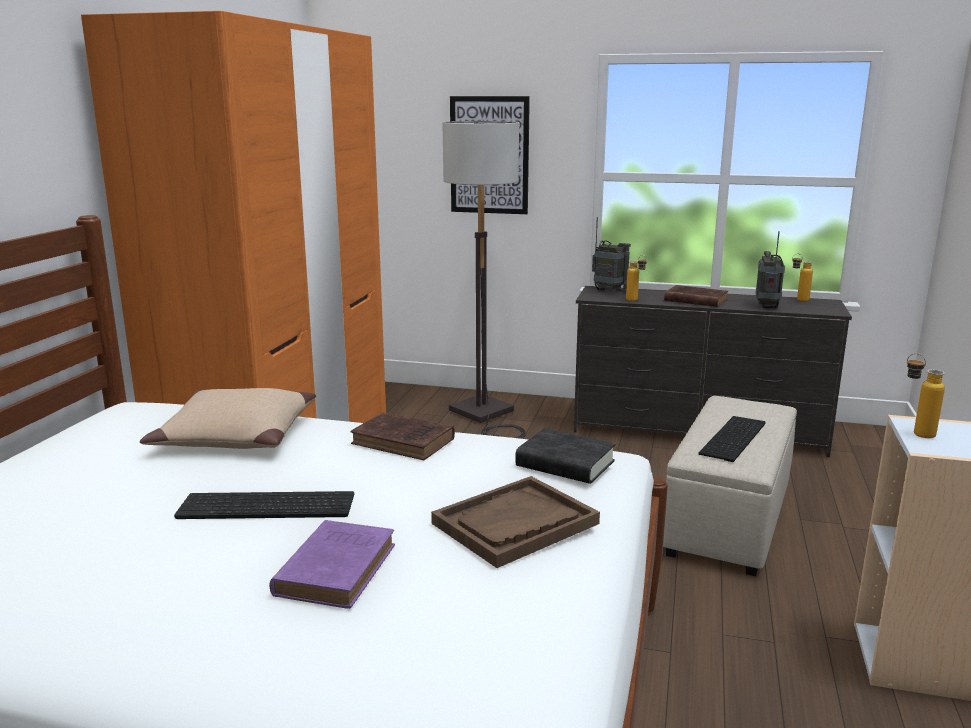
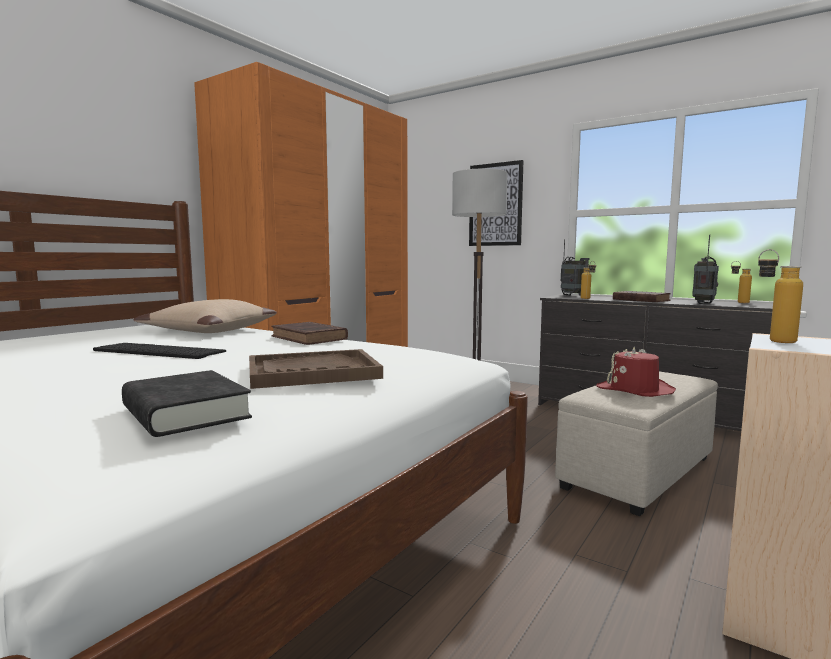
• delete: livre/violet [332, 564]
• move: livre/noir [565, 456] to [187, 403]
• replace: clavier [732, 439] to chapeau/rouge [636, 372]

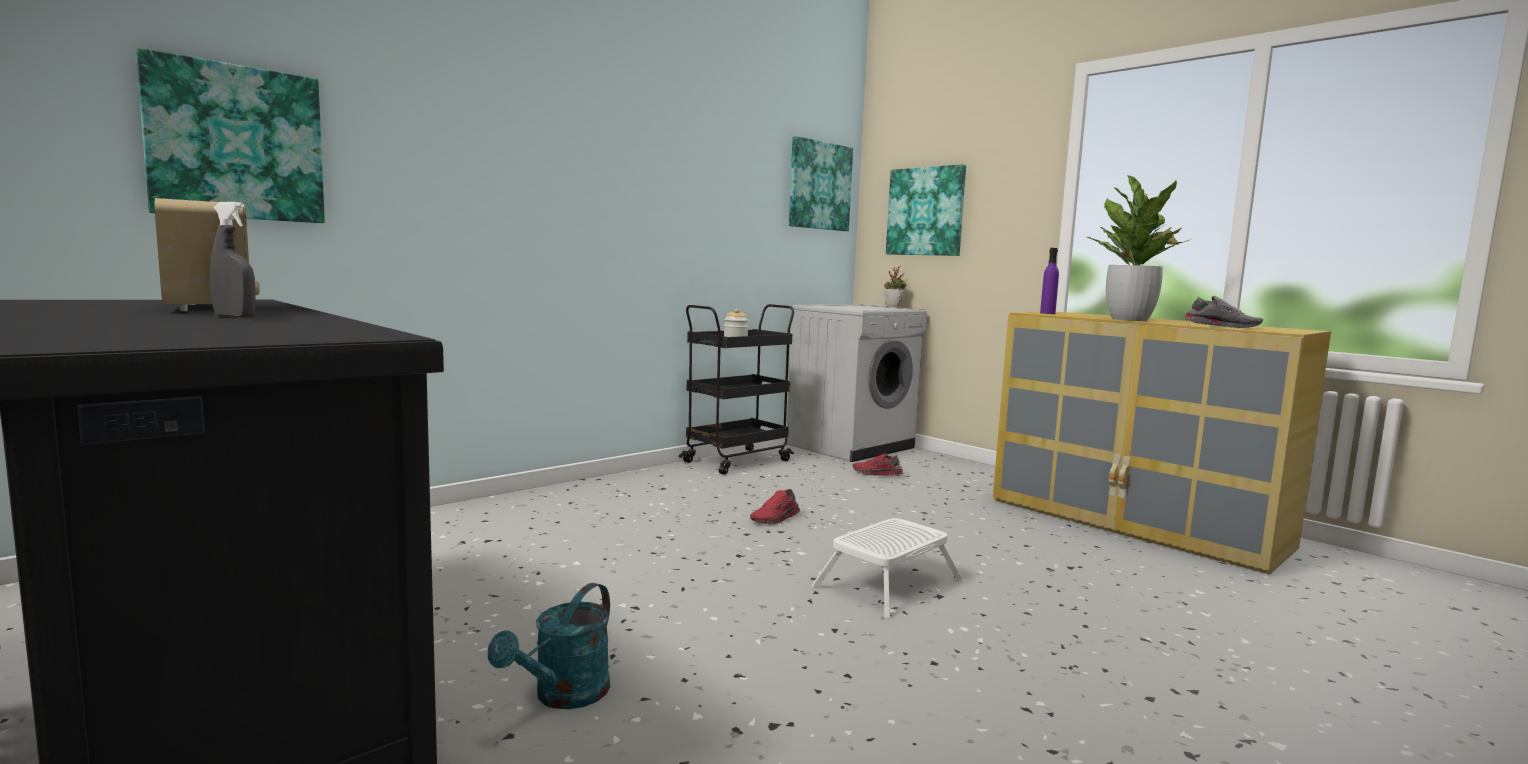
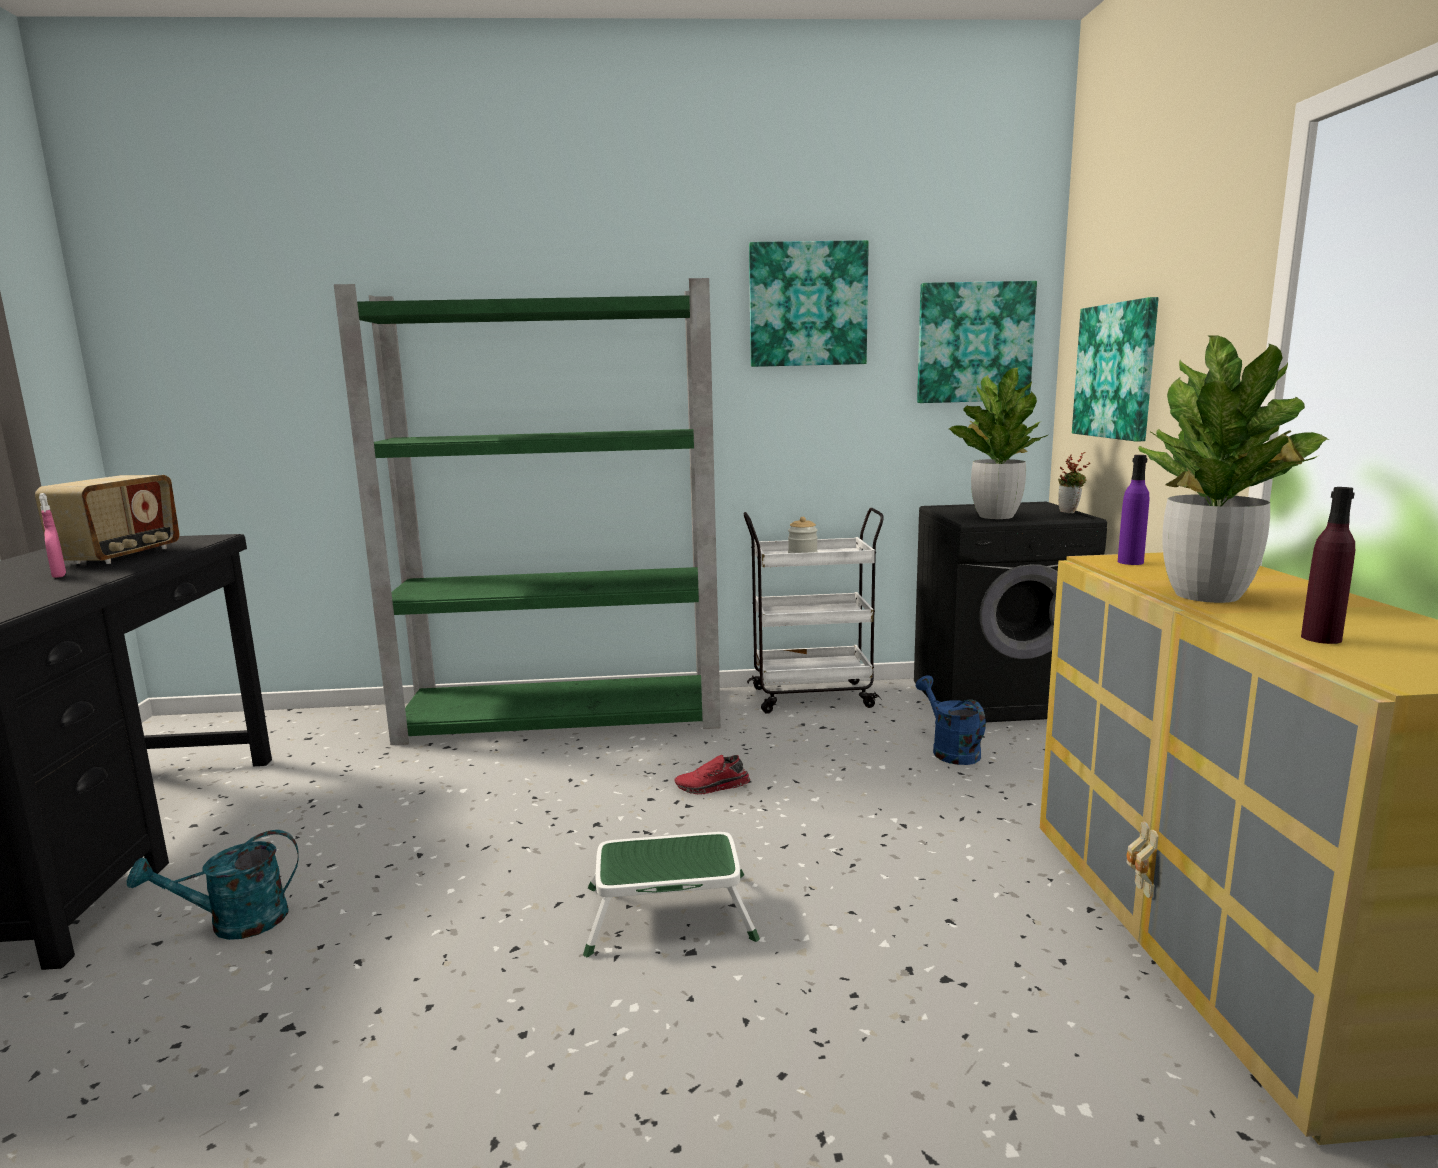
• move: tableau [230, 135] to [809, 303]
• recolor: vaporisateur/gris [233, 259] to vaporisateur/rose [52, 535]
• recolor: chariot/noir [736, 389] to chariot/blanc [814, 611]
• recolor: lave-linge/blanc [857, 383] to lave-linge/noir [1010, 612]
• recolor: escabeau/blanc [887, 568] to escabeau/vert [671, 894]
• replace: chaussure/rouge [878, 464] to arrosoir/bleu [951, 720]
• replace: chaussure/gris [1223, 312] to bouteille/violet [1328, 565]
• insert: bibliothèque/vert [527, 511]
• insert: plante en pot [998, 443]

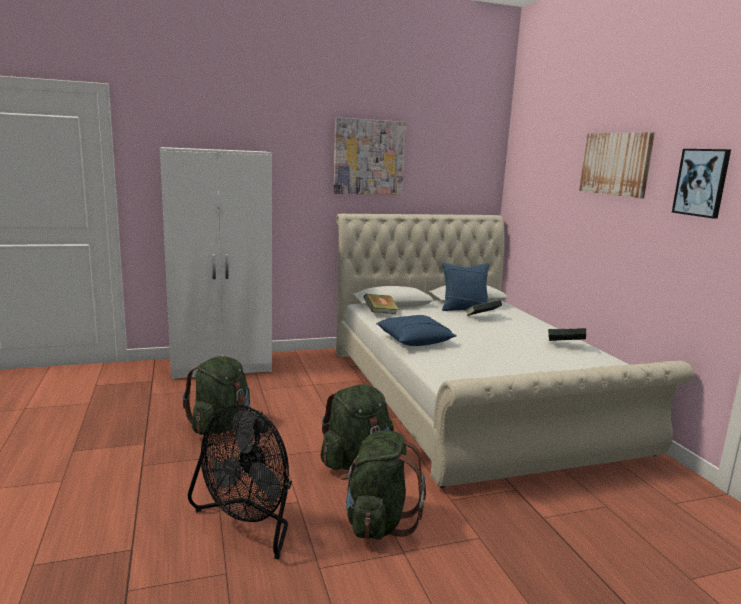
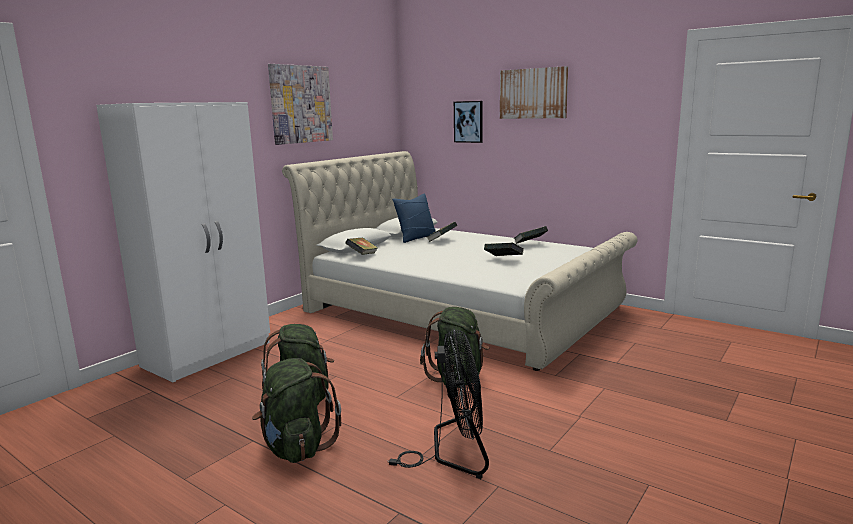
• rotate: ventilateur/noir [240, 482] = [438, 404] 90 degrees counterclockwise
• move: sac à dos/vert [383, 485] to [296, 410]
• delete: coussin/bleu [416, 330]
• move: tableau [701, 184] to [468, 122]
• insert: livre [504, 249]

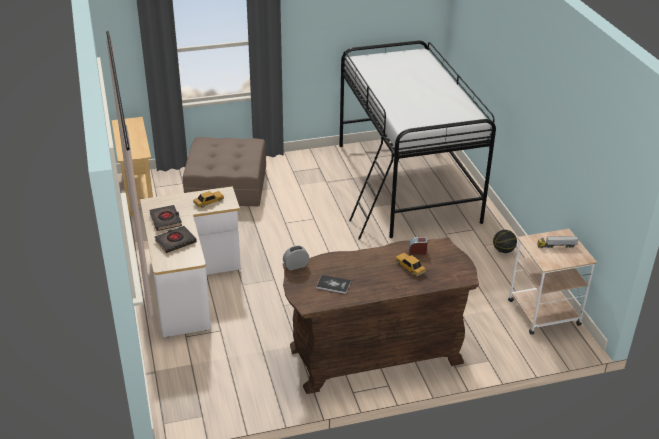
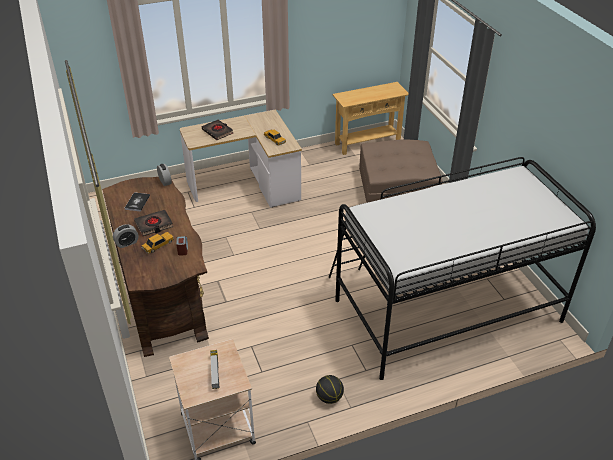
• move: livre/noir [166, 218] to [153, 223]
• insert: réveil [126, 236]

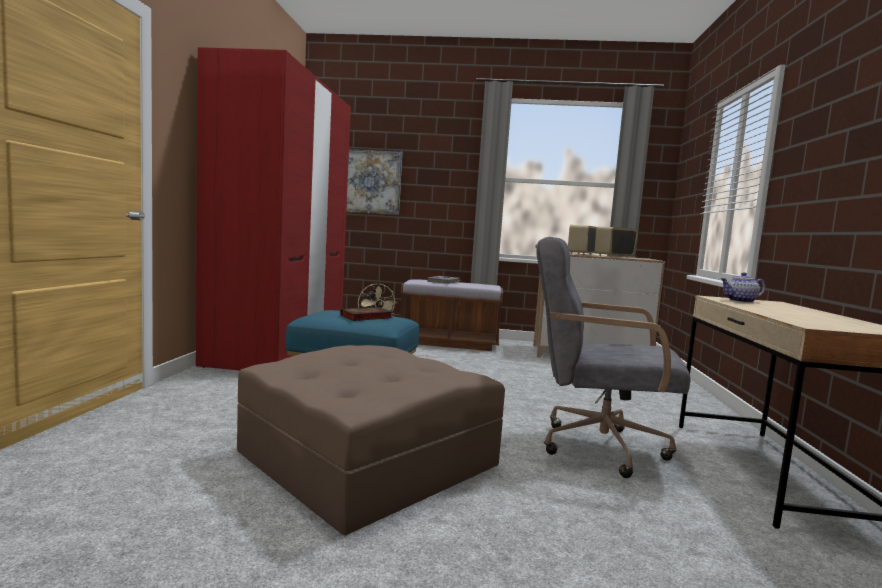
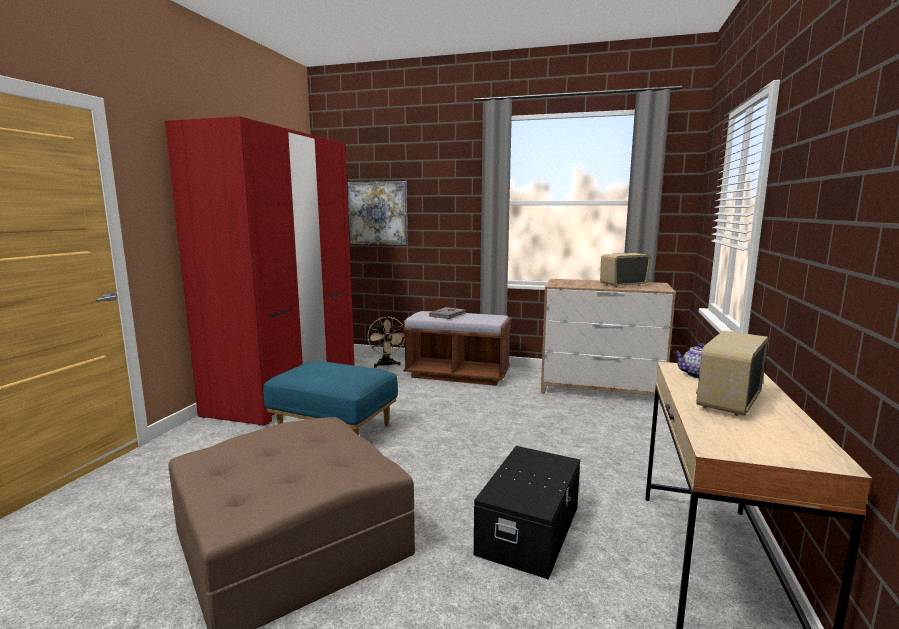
• delete: livre [366, 314]
• replace: chaise de bureau/gris [612, 357] to boîte de rangement/noir [527, 513]
• move: radio [582, 240] to [732, 373]

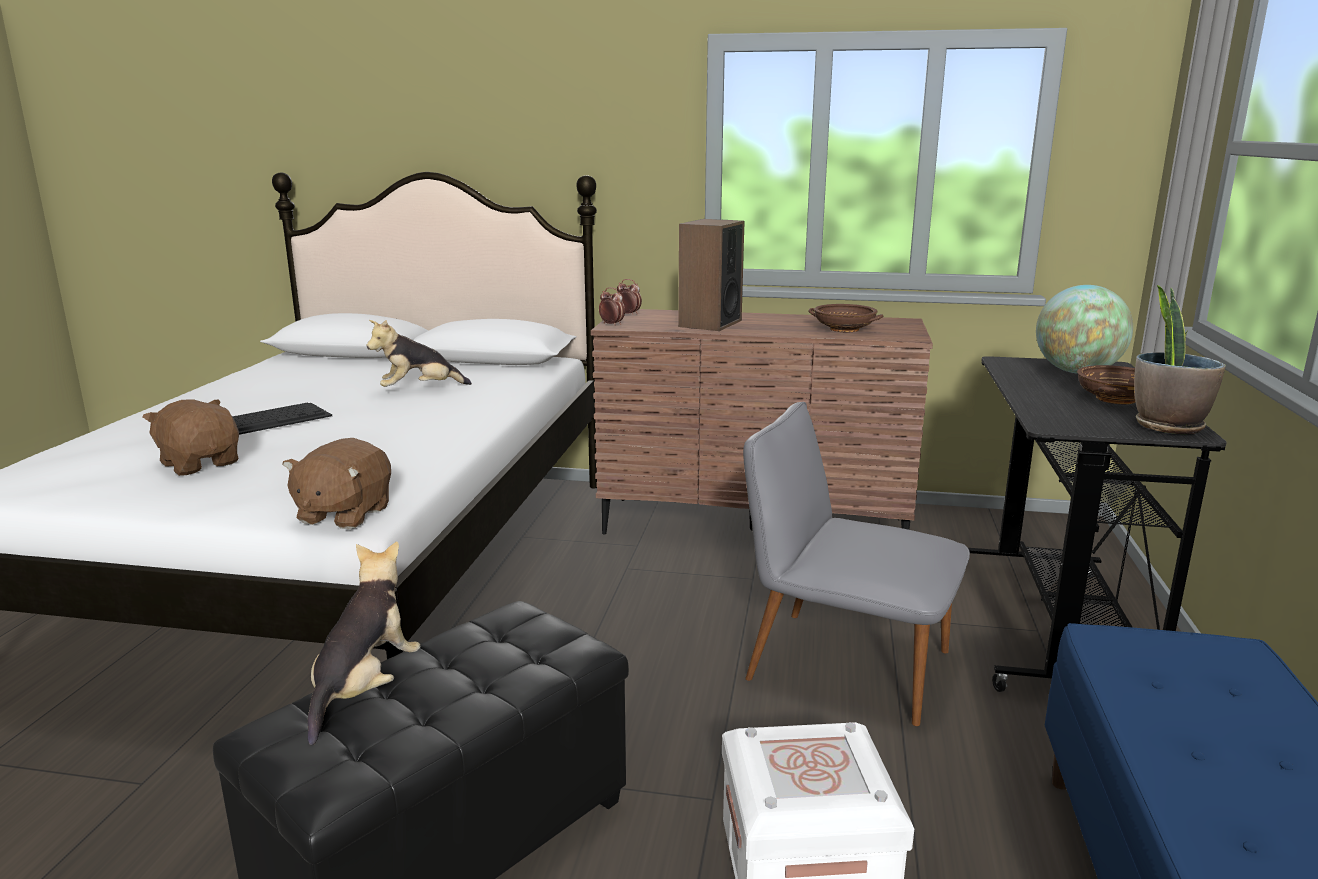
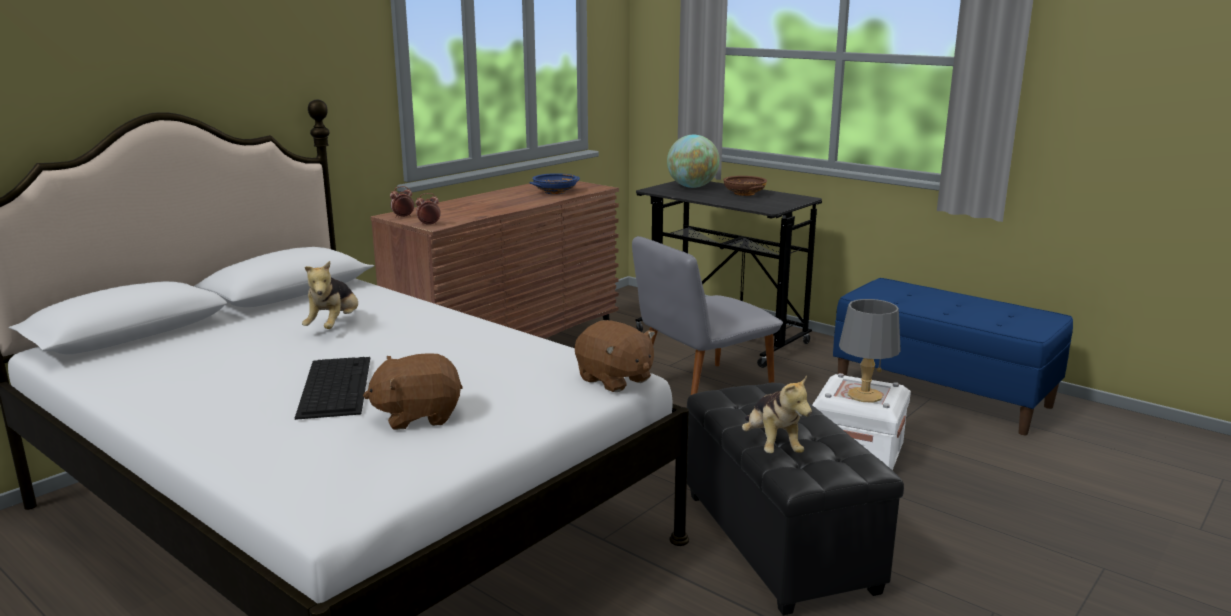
• rotate: peluche [364, 643] = [777, 414] 150 degrees counterclockwise
• delete: enceinte [711, 275]
• recolor: bol/marron [846, 318] to bol/bleu [555, 183]
• delete: plante en pot [1180, 359]
• insert: lampe de table/gris [870, 350]

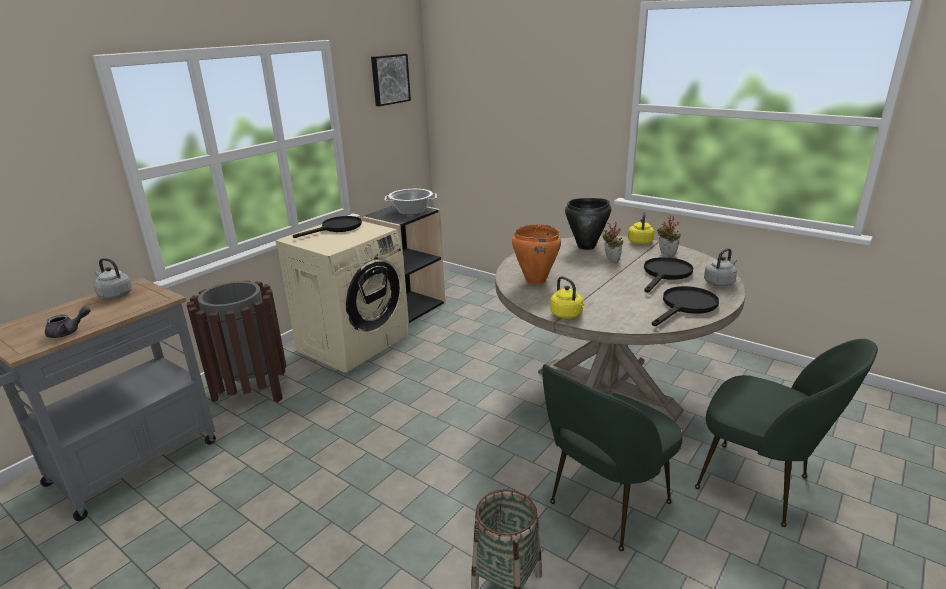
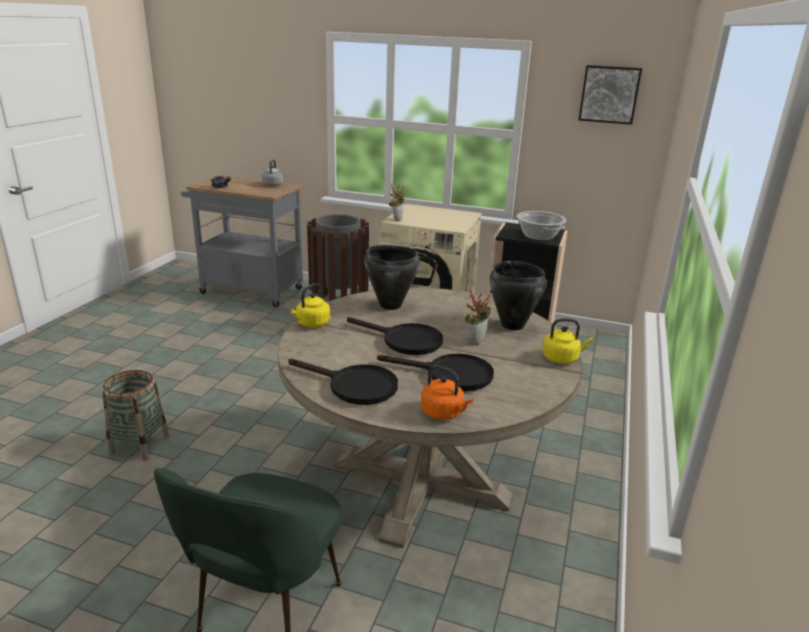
• move: poêle/noir [327, 227] to [395, 336]
• recolor: marmite/orange [536, 254] to marmite/noir [392, 277]
• delete: chaise/vert [612, 457]
• move: plante en pot [669, 235] to [397, 202]
• recolor: bouilloire/gris [720, 267] to bouilloire/orange [447, 392]

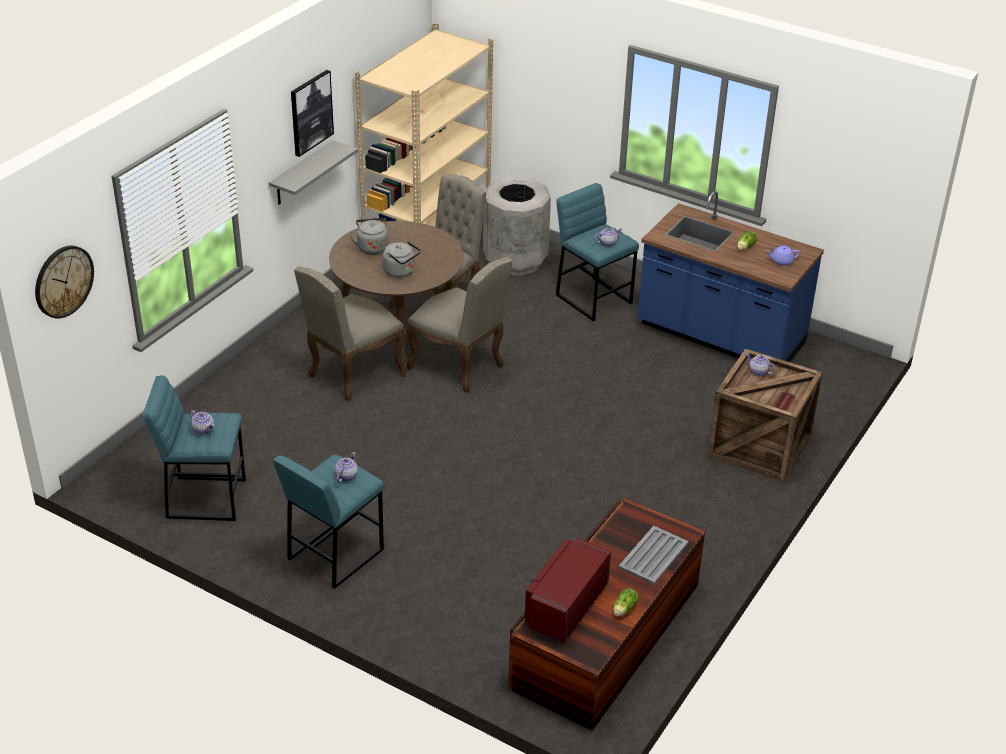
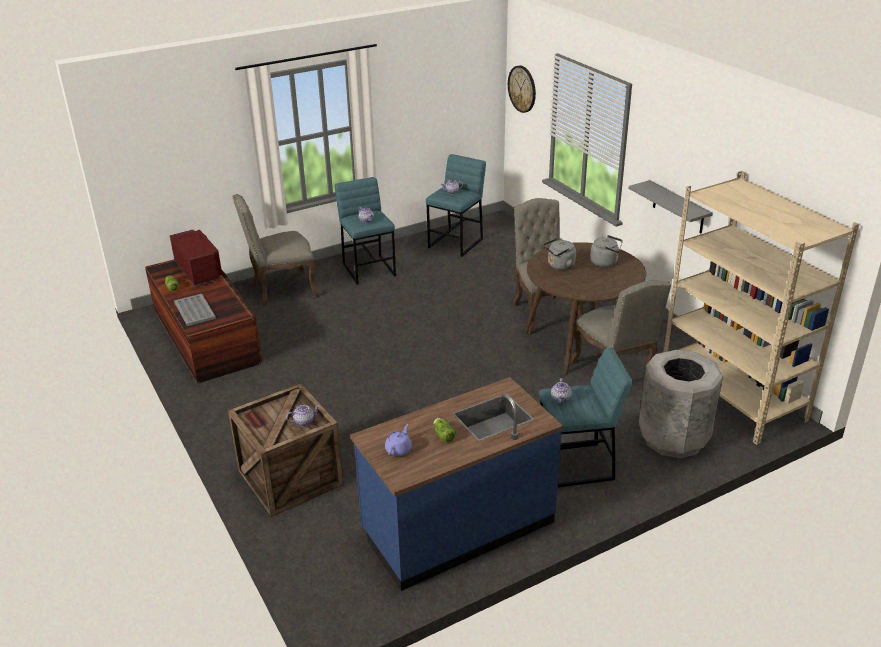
• delete: tableau [312, 113]
• move: chaise/gris [460, 325] to [275, 250]

